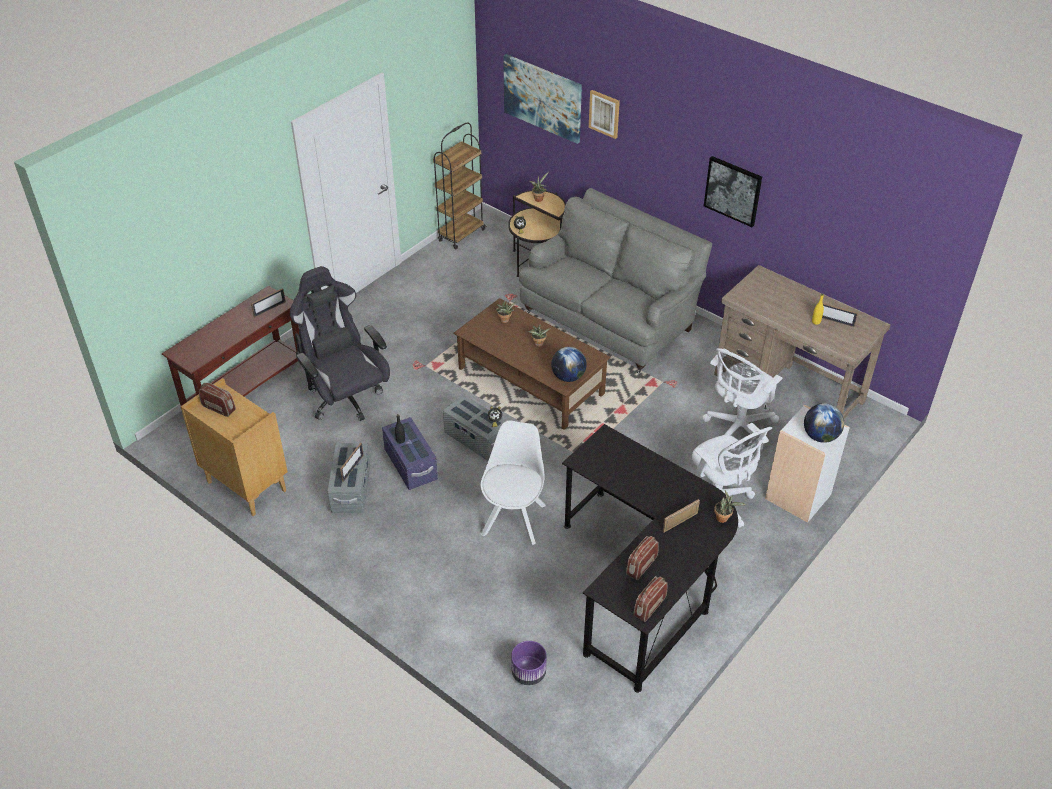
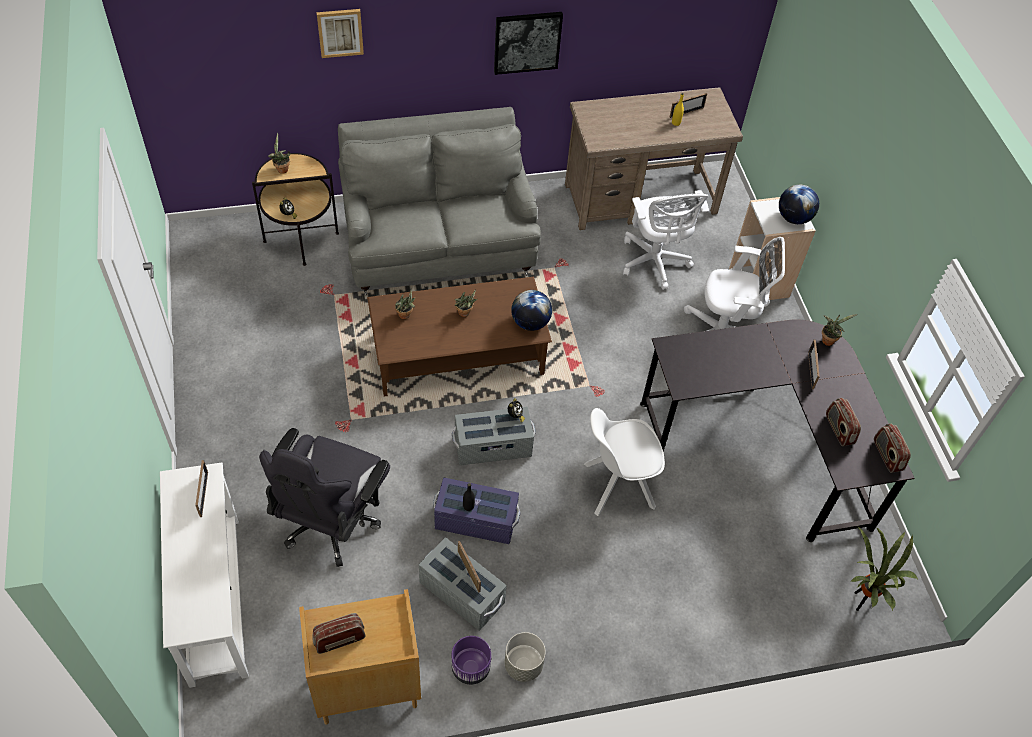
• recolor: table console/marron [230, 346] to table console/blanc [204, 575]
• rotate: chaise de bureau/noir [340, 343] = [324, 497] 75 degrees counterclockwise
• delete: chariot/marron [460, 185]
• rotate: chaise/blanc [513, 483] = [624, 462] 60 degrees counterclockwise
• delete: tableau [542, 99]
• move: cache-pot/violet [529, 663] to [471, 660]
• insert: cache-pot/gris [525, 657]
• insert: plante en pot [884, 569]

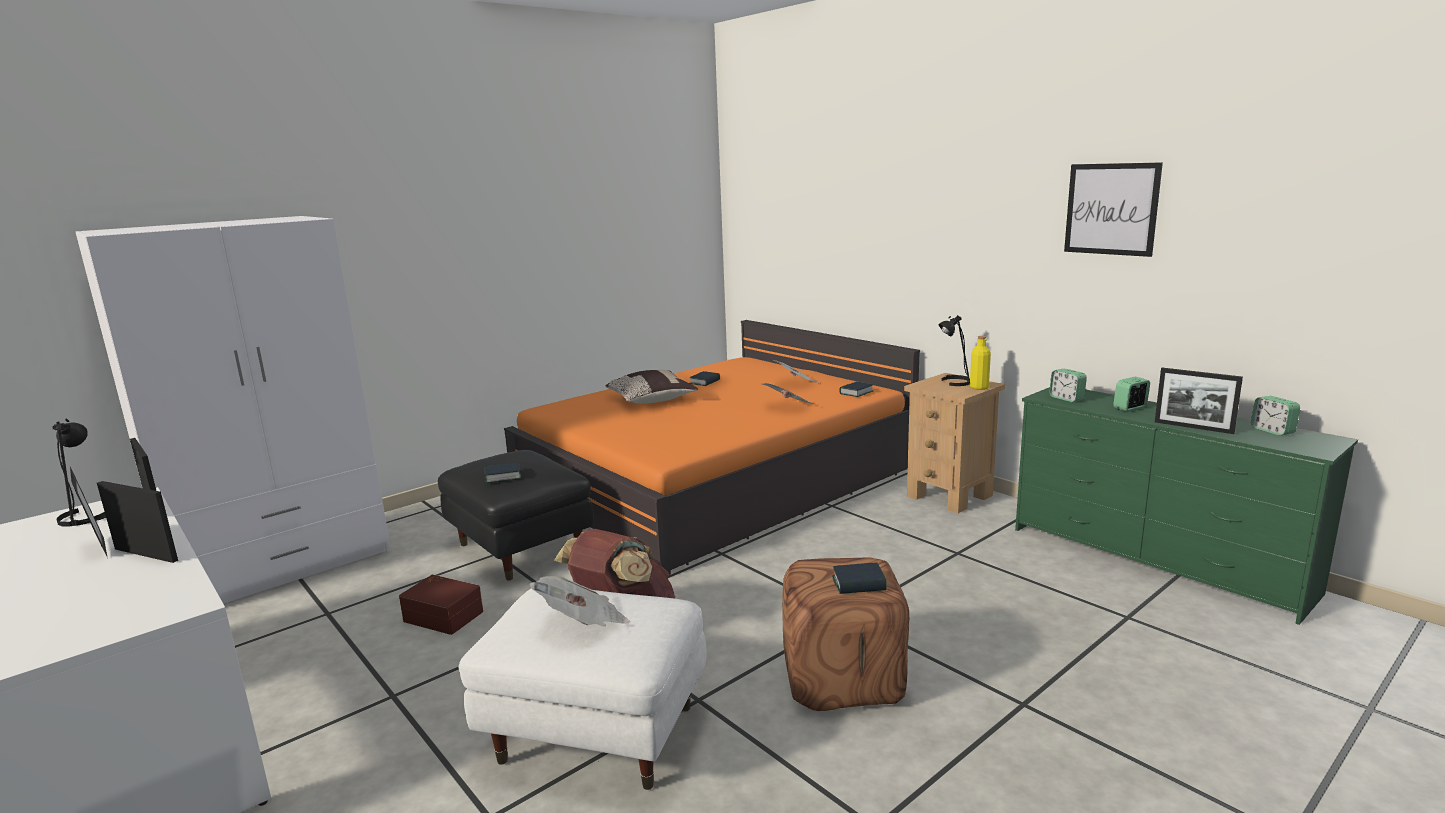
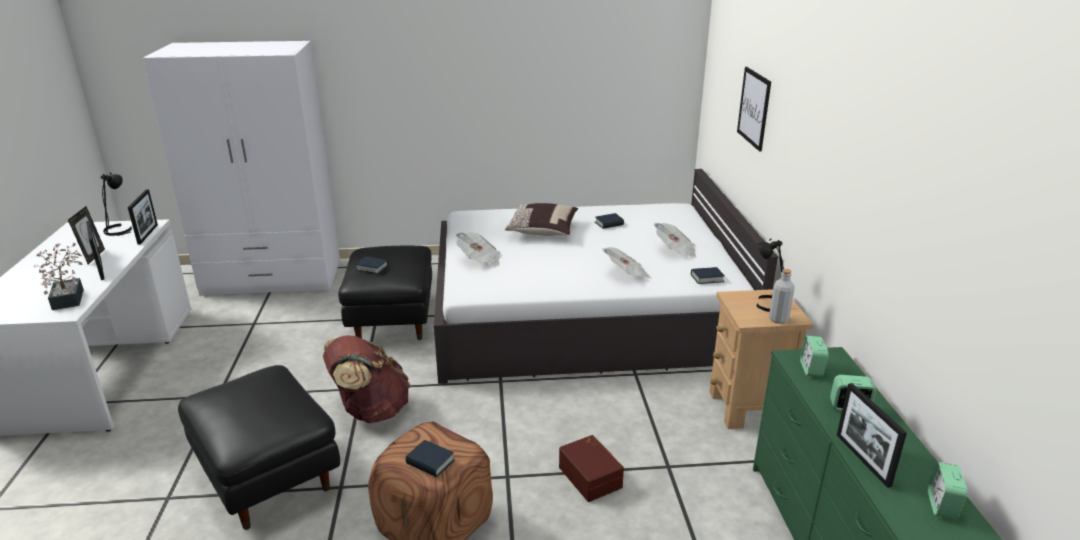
• move: boîte de rangement/marron [441, 605] to [591, 468]
• recolor: pouf/blanc [583, 689] to pouf/noir [259, 447]
• recolor: lit/orange [712, 447] to lit/blanc [606, 276]
• move: journal [579, 601] to [477, 249]
• recolor: bouteille/jaune [980, 363] to bouteille/gris [782, 296]
• move: tableau [1113, 209] to [754, 109]
• insert: plante en pot [59, 276]

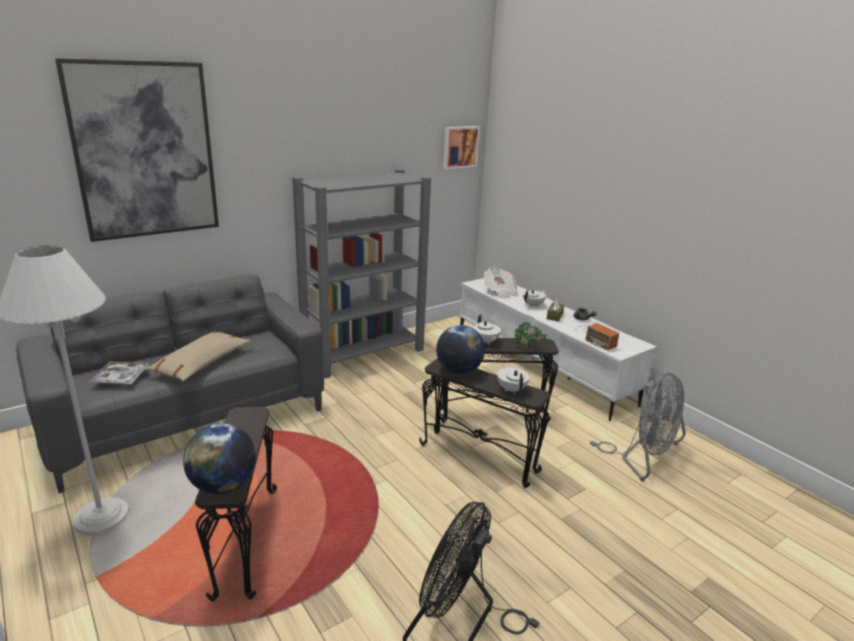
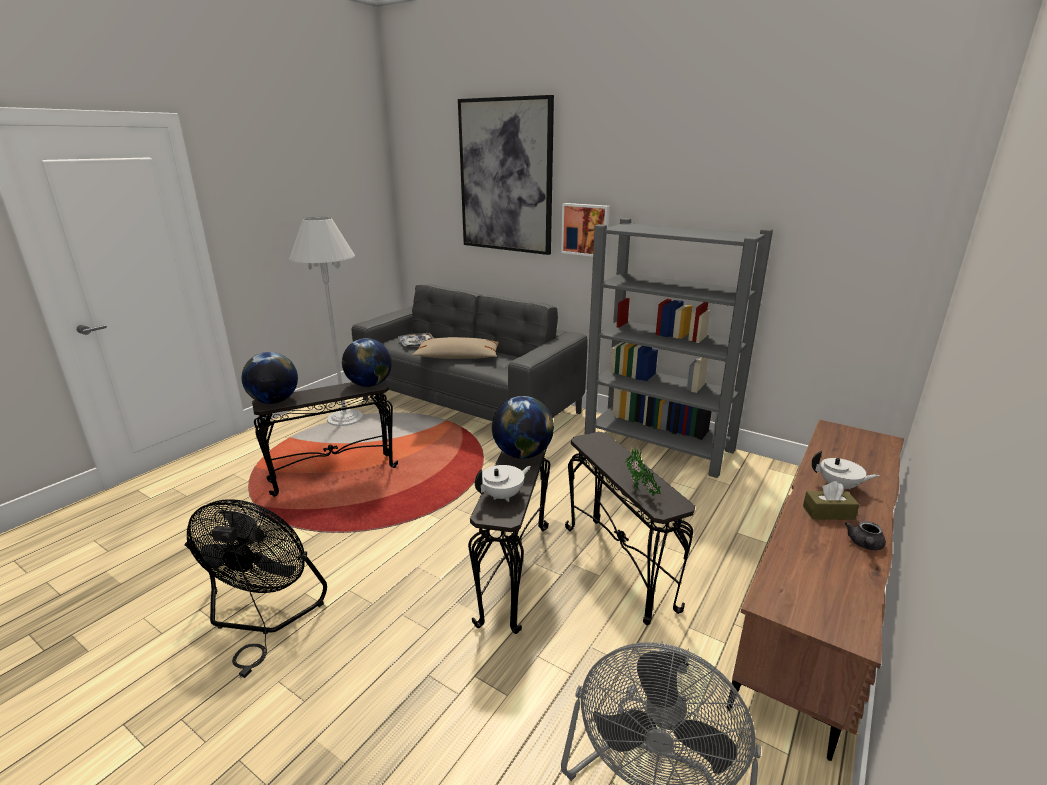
• move: tableau [461, 147] to [585, 230]
• recolor: meuble télé/blanc [558, 349] to meuble télé/marron [815, 590]
• delete: théière/blanc [487, 329]
• delete: journal [500, 283]
• delete: radio [597, 337]
• insert: globe [367, 362]

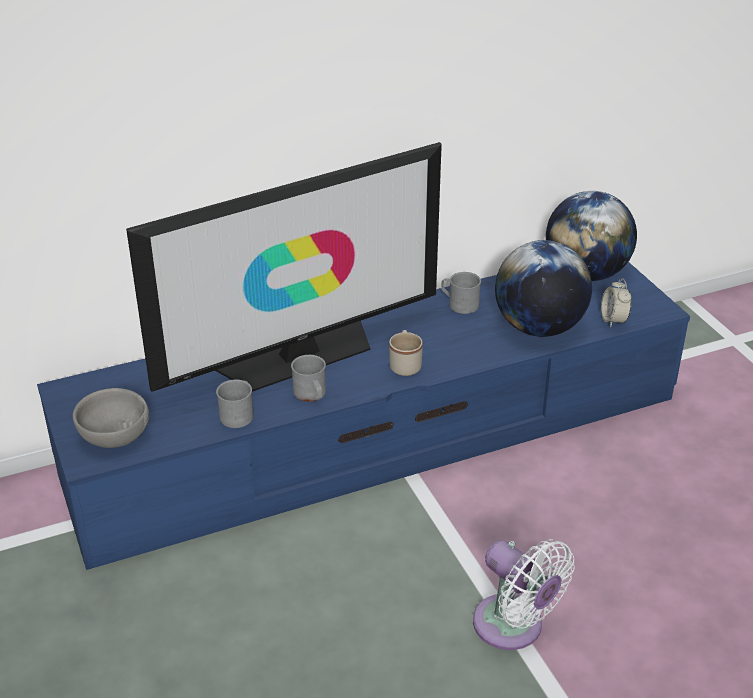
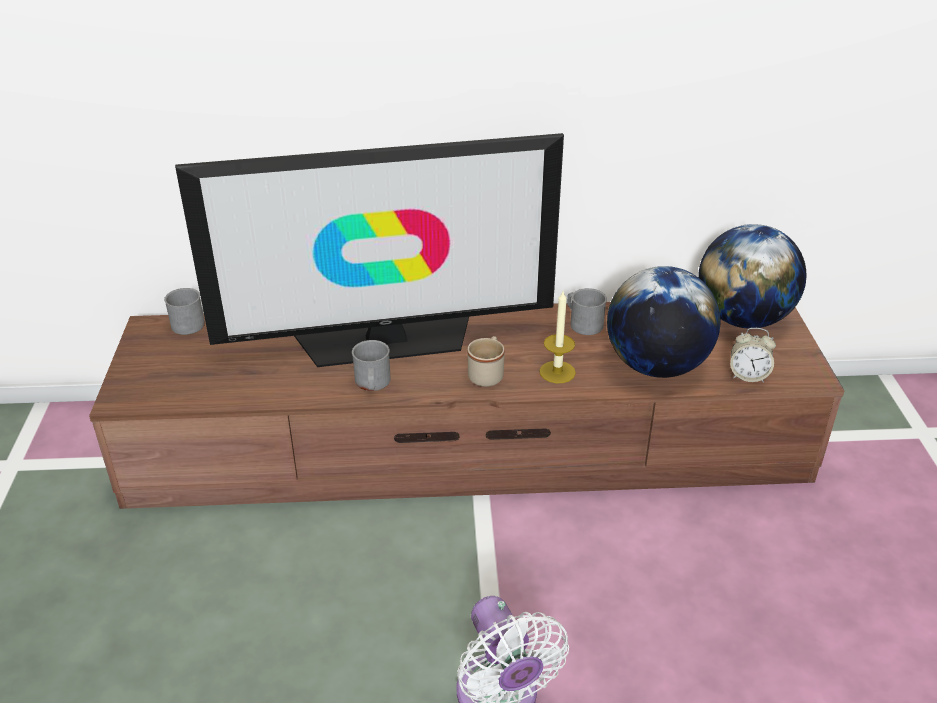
• recolor: meuble télé/bleu [363, 416] to meuble télé/marron [466, 405]
• delete: bol/gris [111, 418]
• move: mug/gris [235, 403] to [184, 311]
• rotate: réveil [616, 303] = [753, 355] 90 degrees counterclockwise
• insert: bougie [557, 337]

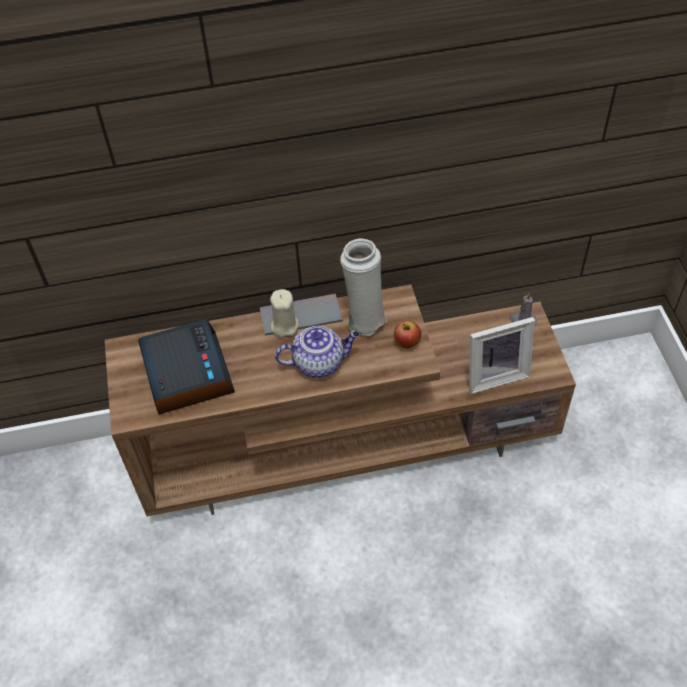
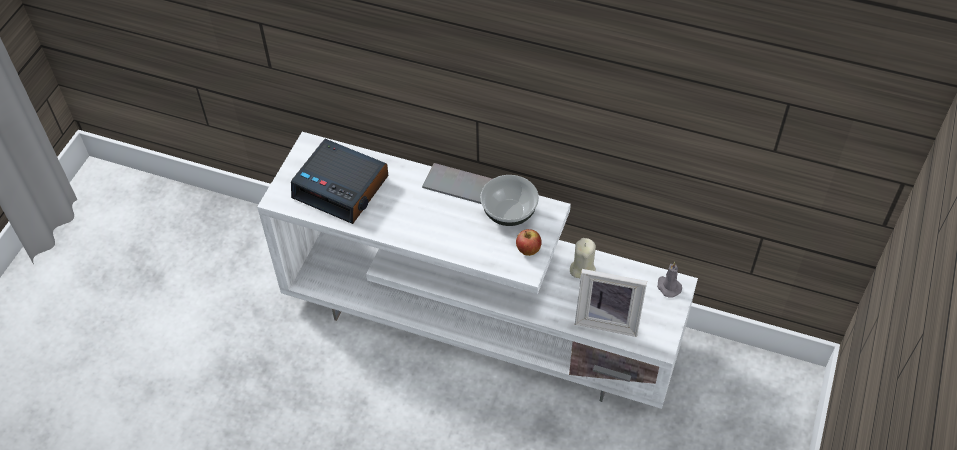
• recolor: meuble télé/marron [340, 400] to meuble télé/blanc [477, 270]
• rotate: réveil [186, 367] = [340, 181] 105 degrees clockwise
• move: bougie/beige [284, 313] to [583, 258]
• delete: théière [317, 352]
• replace: vase/blanc [363, 287] to bol [509, 200]

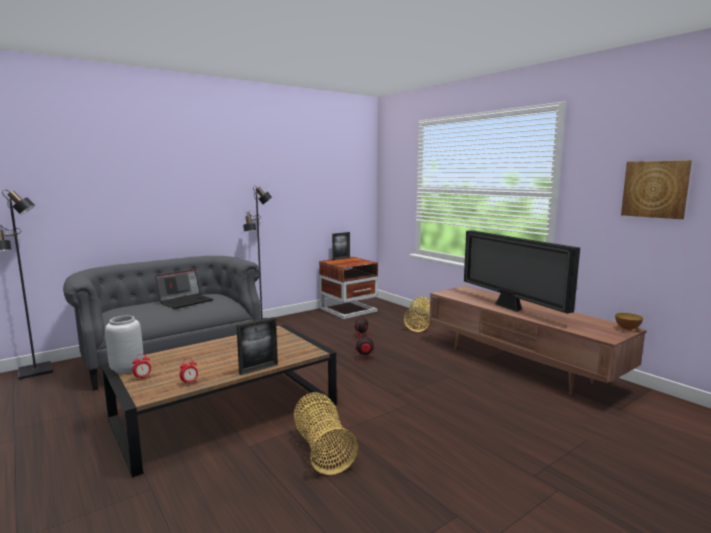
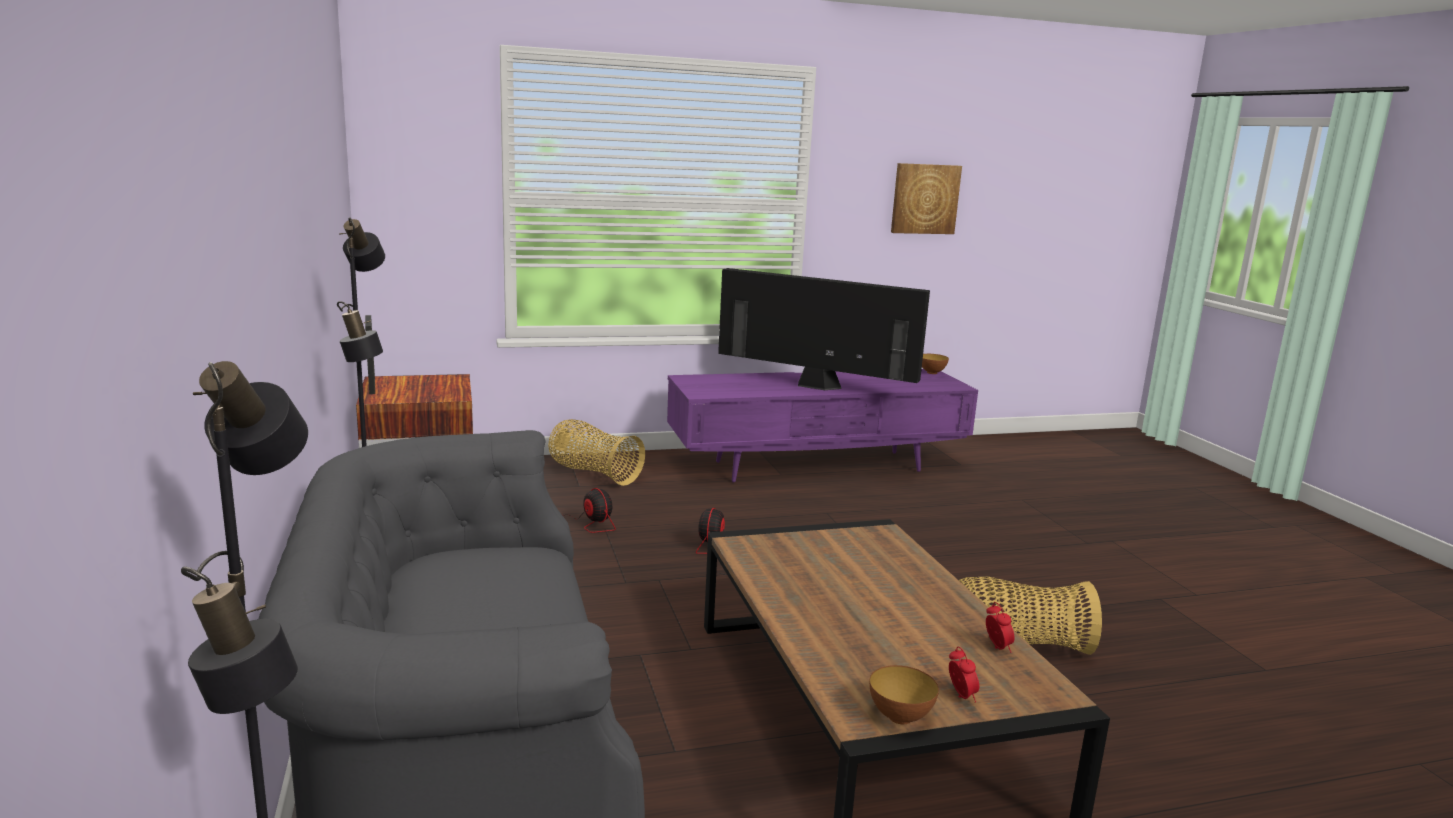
• replace: vase/gris [124, 345] to bol [904, 694]
• delete: ordinateur portable [184, 289]
• delete: cadre photo [257, 346]
• recolor: meuble télé/marron [538, 340] to meuble télé/violet [822, 426]
• rotate: téléviseur [522, 272] = [824, 329] 150 degrees counterclockwise

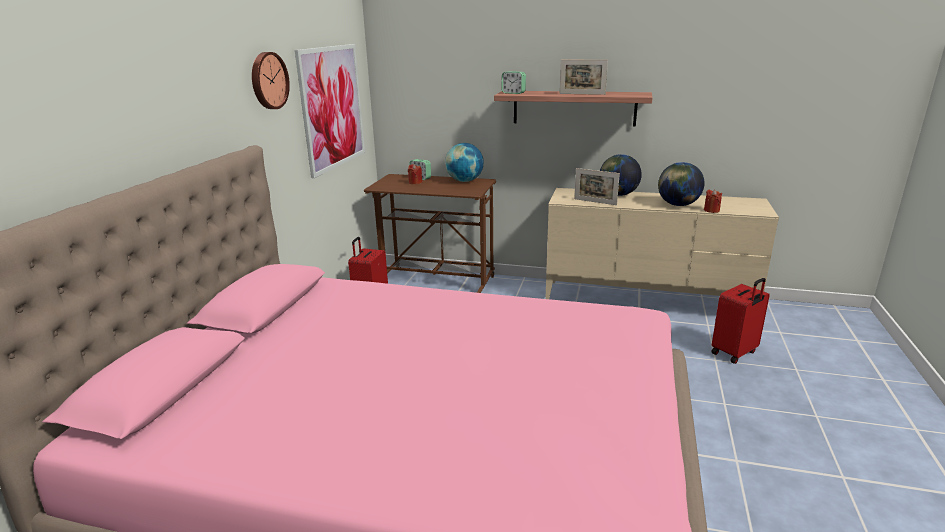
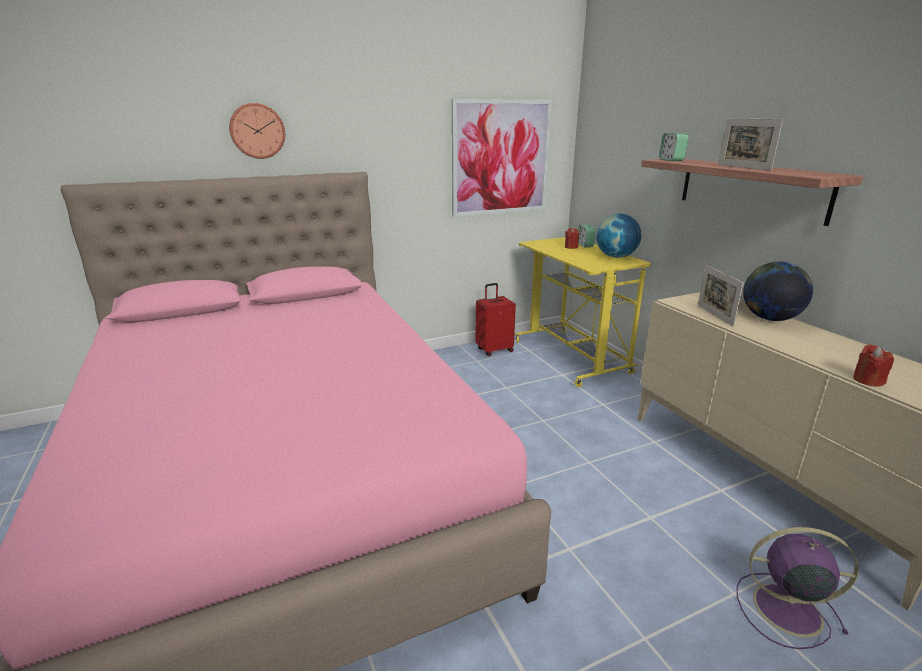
• move: horloge murale [271, 80] to [257, 131]
• recolor: bureau/marron [430, 233] to bureau/jaune [583, 312]
• delete: globe [681, 184]
• replace: valise/rouge [740, 321] to ventilateur/violet [797, 588]

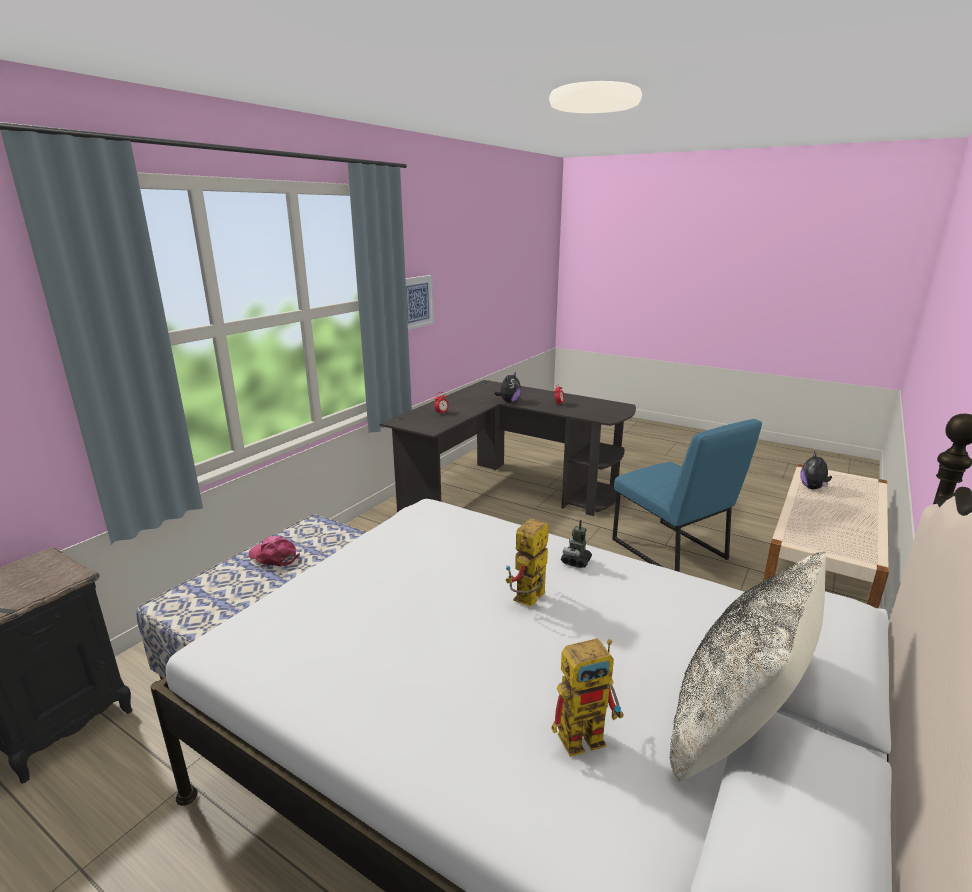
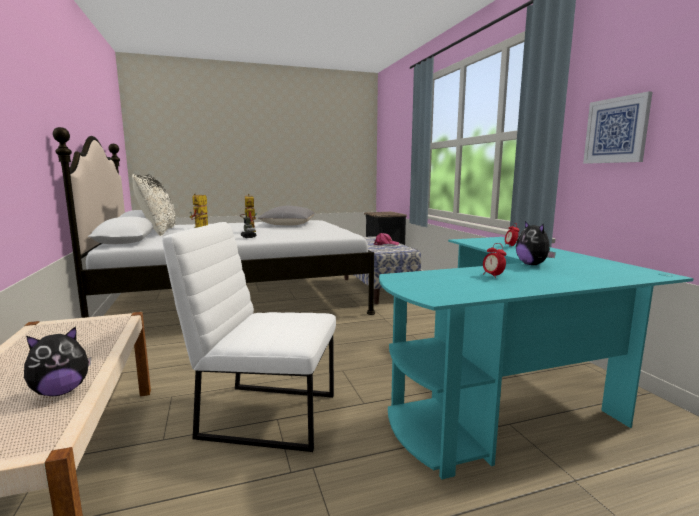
• recolor: bureau/noir [508, 448] to bureau/turquoise [536, 358]
• recolor: chaise/bleu [687, 495] to chaise/blanc [249, 337]
• rotate: peluche [816, 470] = [57, 361] 90 degrees clockwise
• insert: coussin/gris [286, 215]

